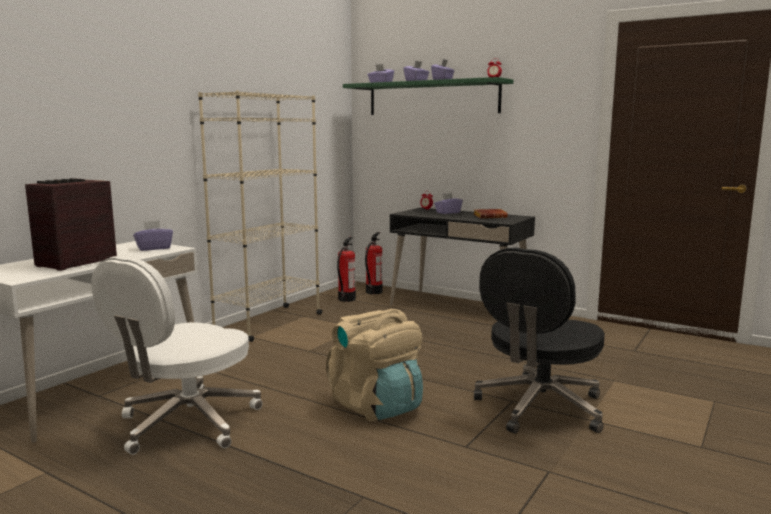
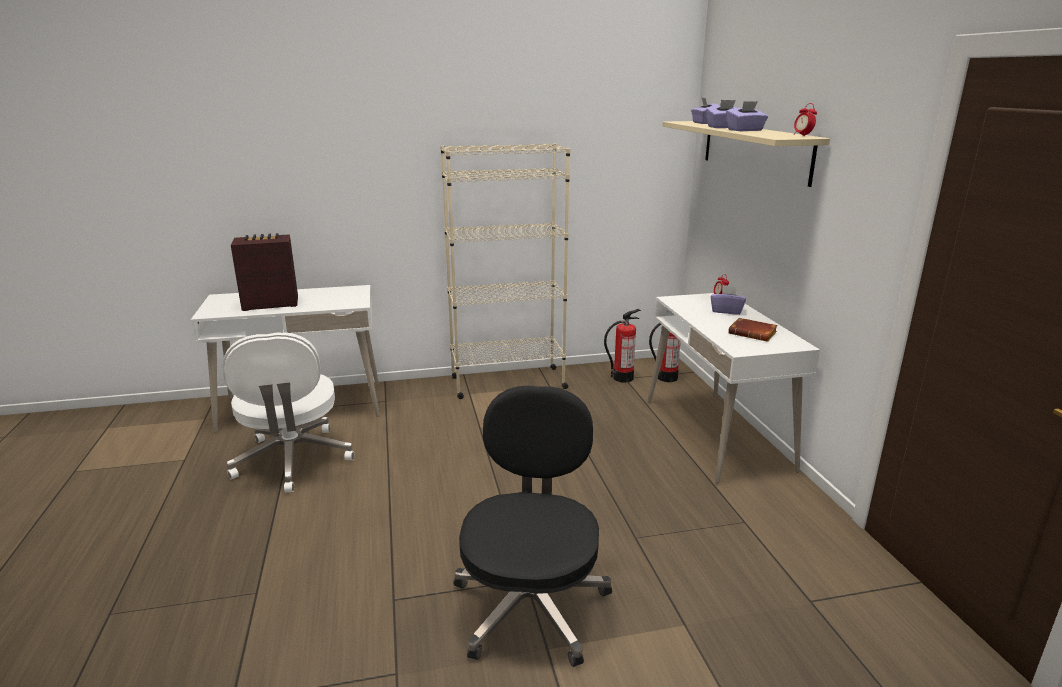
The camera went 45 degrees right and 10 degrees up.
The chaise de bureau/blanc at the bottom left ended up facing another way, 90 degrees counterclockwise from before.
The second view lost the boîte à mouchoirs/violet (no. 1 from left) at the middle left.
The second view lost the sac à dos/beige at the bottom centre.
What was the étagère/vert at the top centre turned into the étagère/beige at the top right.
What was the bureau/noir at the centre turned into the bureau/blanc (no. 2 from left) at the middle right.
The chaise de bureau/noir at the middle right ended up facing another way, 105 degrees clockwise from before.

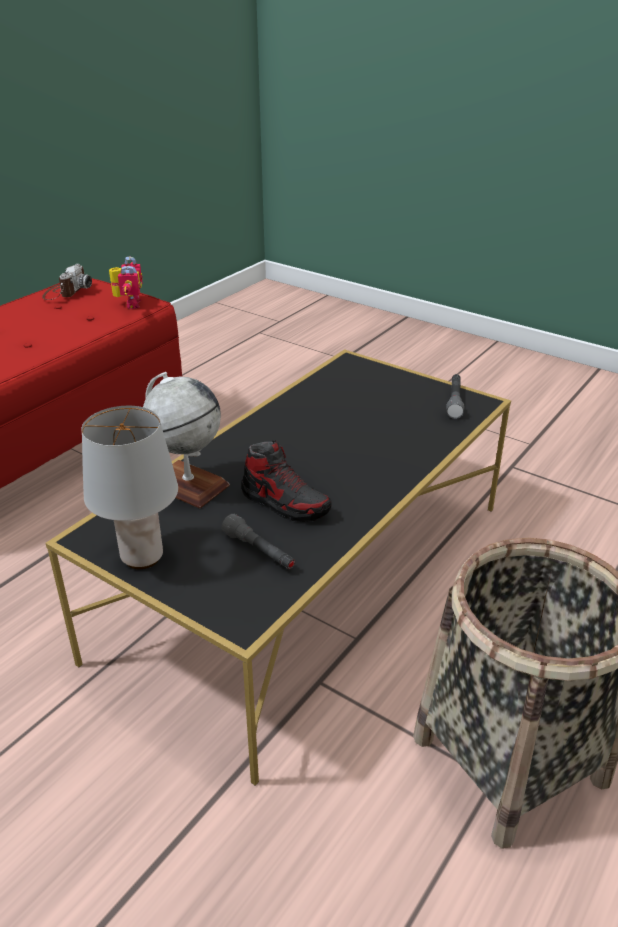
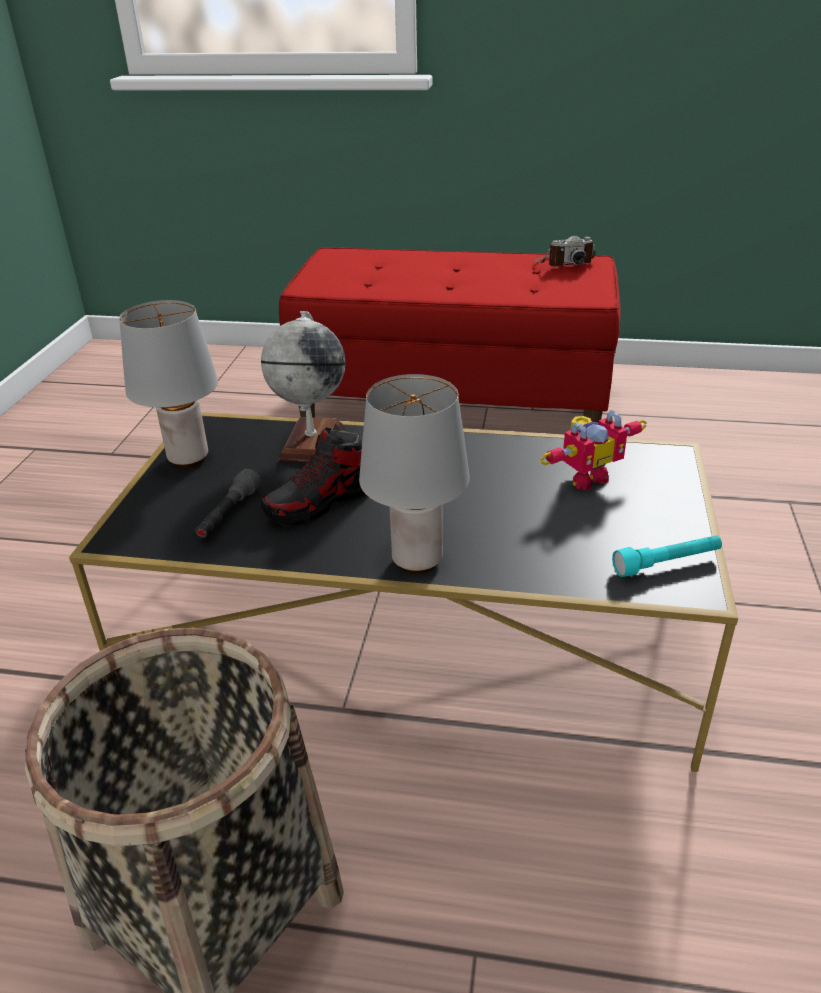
The camera went 65 degrees right and 0 degrees up.
The robot jouet ended up elsewhere, having gone from the top left to the middle right.
The chaussure at the centre ended up facing another way, 45 degrees clockwise from before.
What was the lampe de poche/gris (no. 2 from left) at the middle right turned into the lampe de poche/turquoise at the middle right.
The second view gained the lampe de table/gris (no. 2 from left) at the centre.

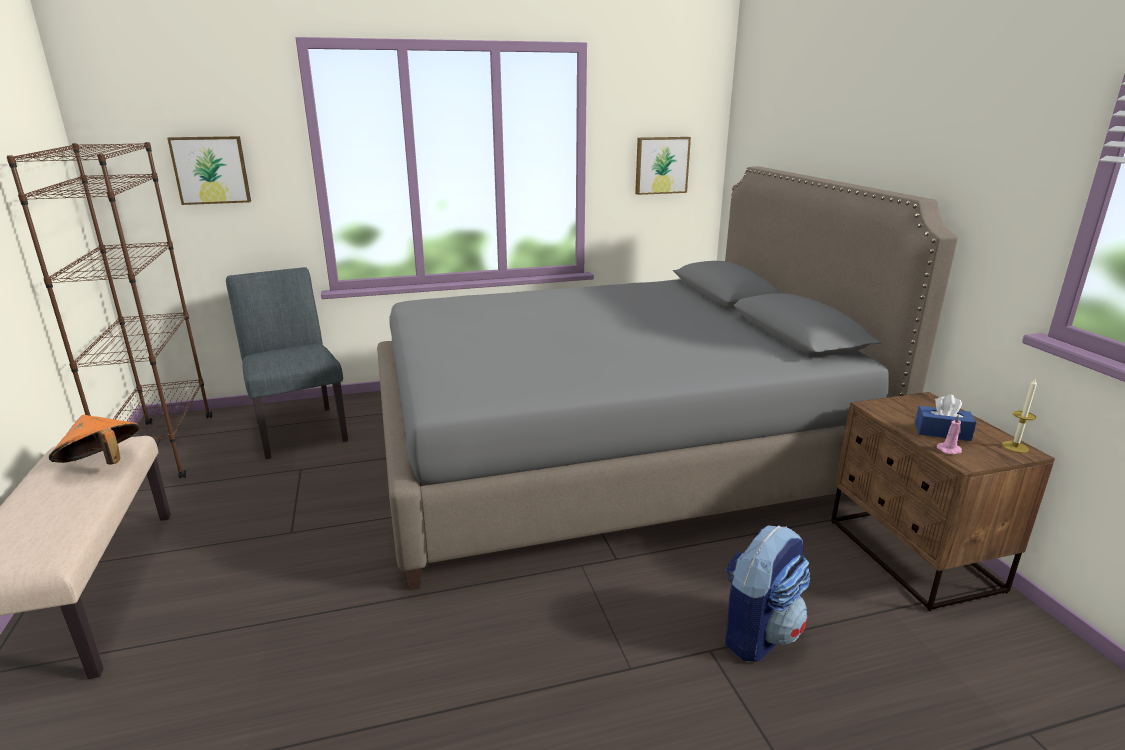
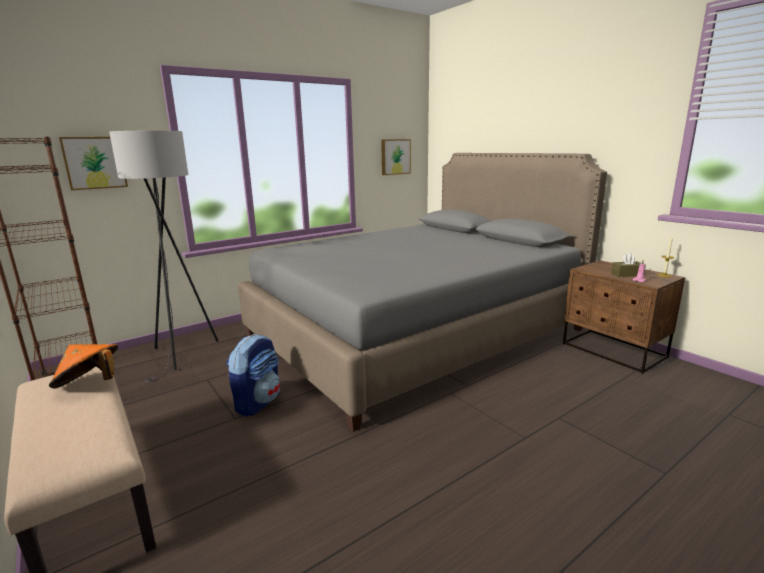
The camera went 20 degrees left and 5 degrees down.
Where the chaise/gris stood at the middle left, the lampadaire/gris came to stand at the middle left.
The sac à dos ended up elsewhere, having gone from the bottom right to the middle left.
What was the boîte à mouchoirs/bleu at the middle right turned into the boîte à mouchoirs/marron at the middle right.

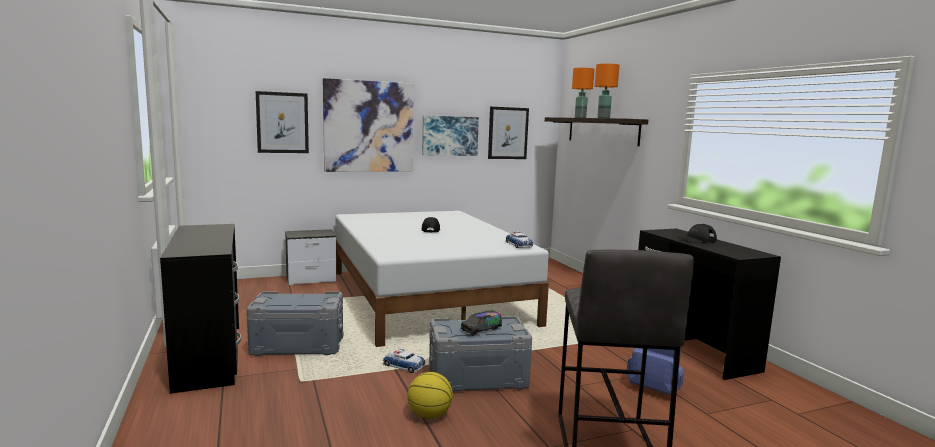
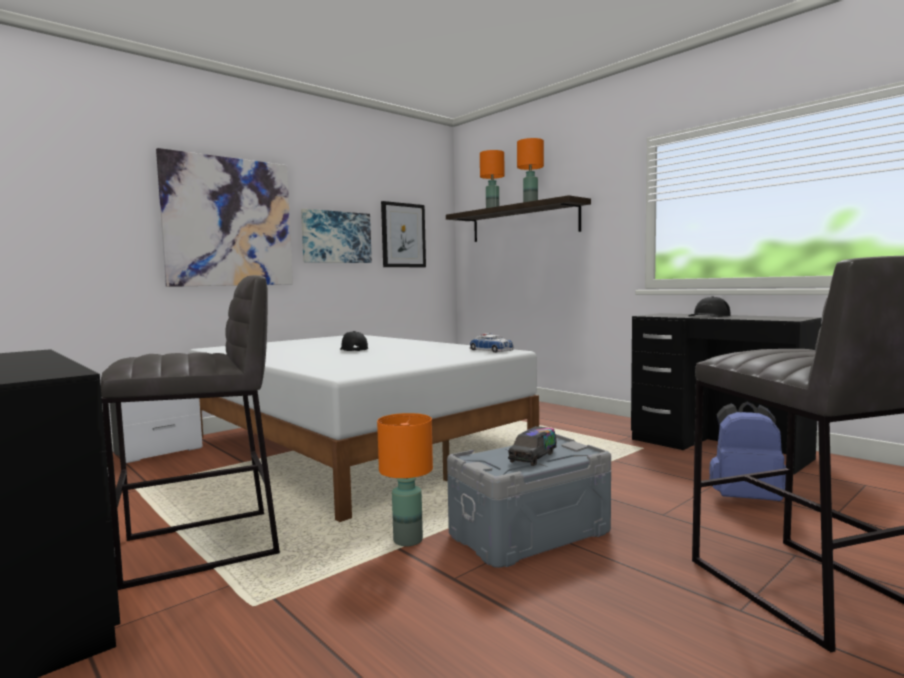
The camera went 20 degrees left and 5 degrees down.
Where the boîte de rangement/gris (no. 1 from left) stood at the bottom left, the tabouret/gris (no. 1 from left) came to stand at the middle left.
The second view lost the tableau (no. 1 from left) at the top left.
Where the petite voiture (no. 1 from left) stood at the bottom centre, the lampe de table/orange (no. 1 from left) came to stand at the bottom centre.
The second view lost the ballon de basket at the bottom centre.

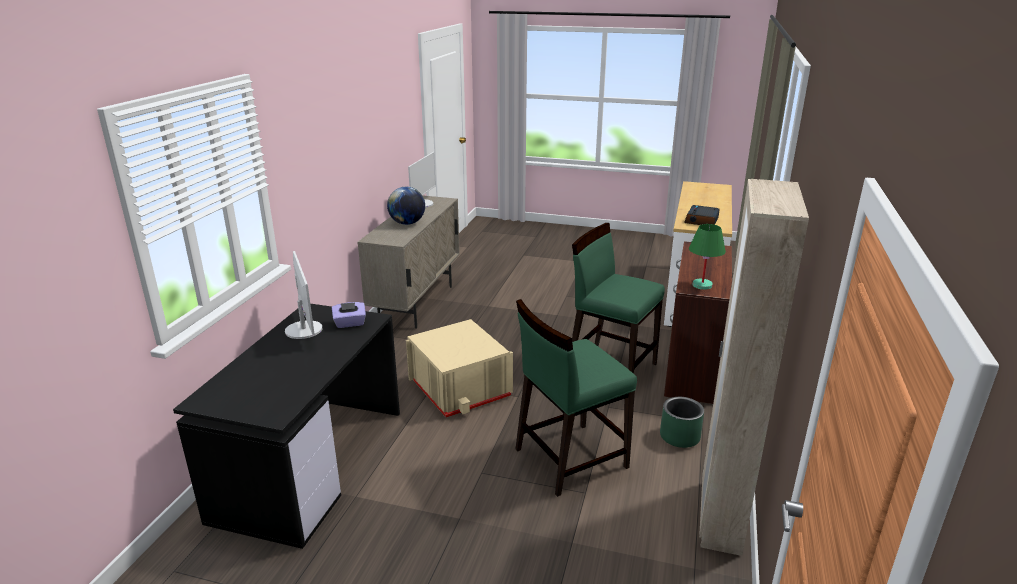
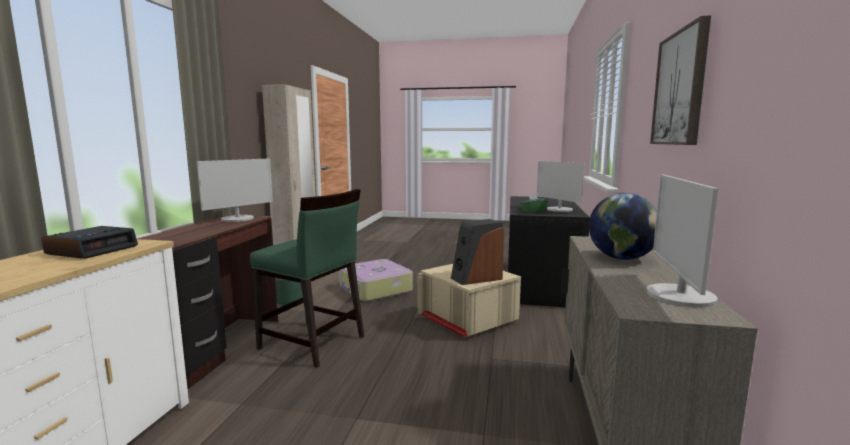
The camera went 175 degrees right and 15 degrees down.
What was the boîte à mouchoirs/violet at the centre turned into the boîte à mouchoirs/vert at the centre.
Where the chaise/vert (no. 1 from left) stood at the bottom centre, the valise came to stand at the centre.
Where the lampe de table/vert stood at the middle right, the écran d'ordinateur (no. 1 from left) came to stand at the middle left.
The second view gained the enceinte at the centre.
The second view gained the tableau at the top right.

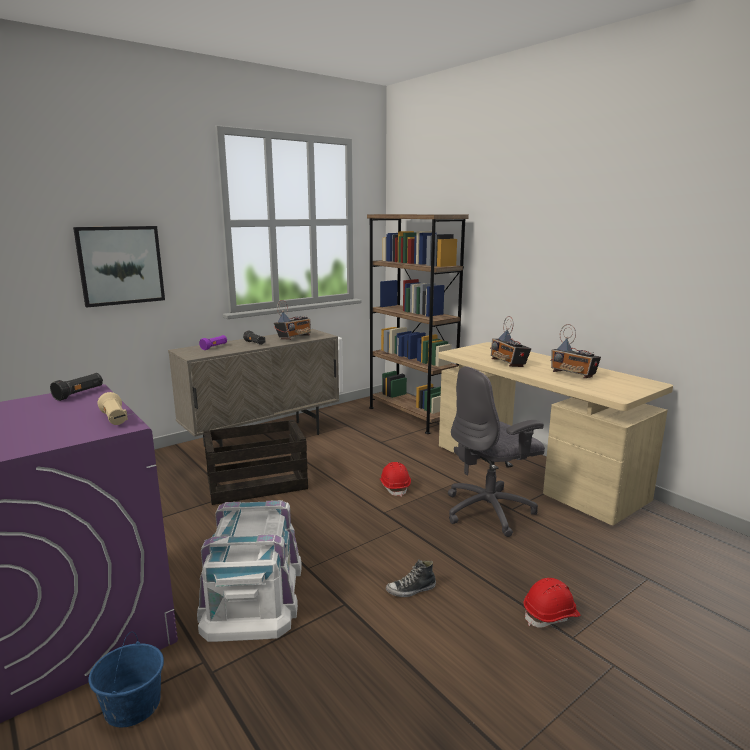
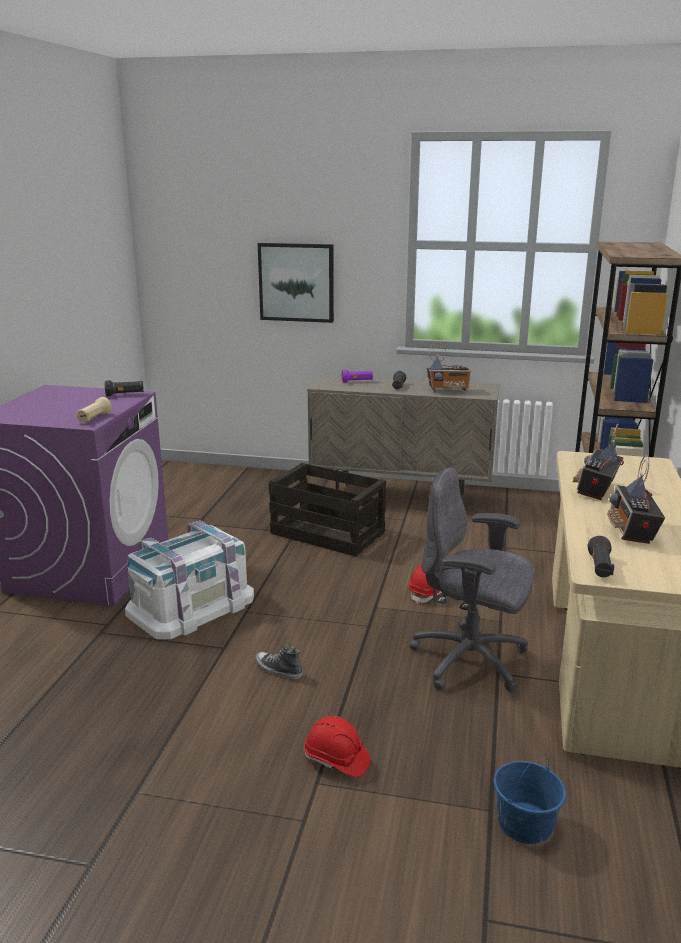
The camera went 50 degrees right and 5 degrees up.
The seau/bleu ended up elsewhere, having gone from the bottom left to the bottom right.
The second view gained the lampe de poche/noir (no. 3 from left) at the middle right.

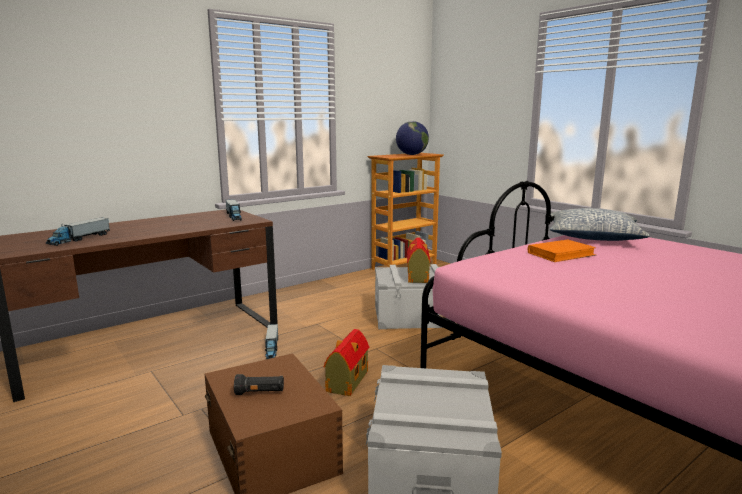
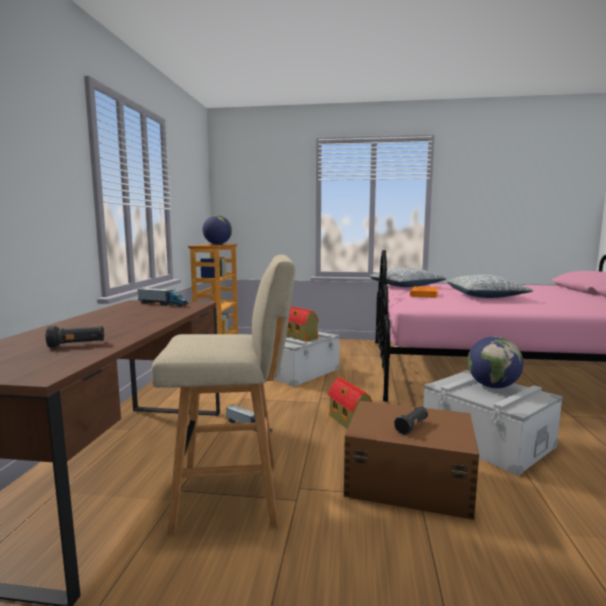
The camera went 45 degrees left and 5 degrees down.
Where the camion jouet (no. 1 from left) stood at the middle left, the lampe de poche/noir (no. 1 from left) came to stand at the middle left.
The second view gained the tabouret/beige at the centre.
The second view gained the coussin (no. 2 from left) at the middle right.
The second view gained the globe (no. 2 from left) at the middle right.

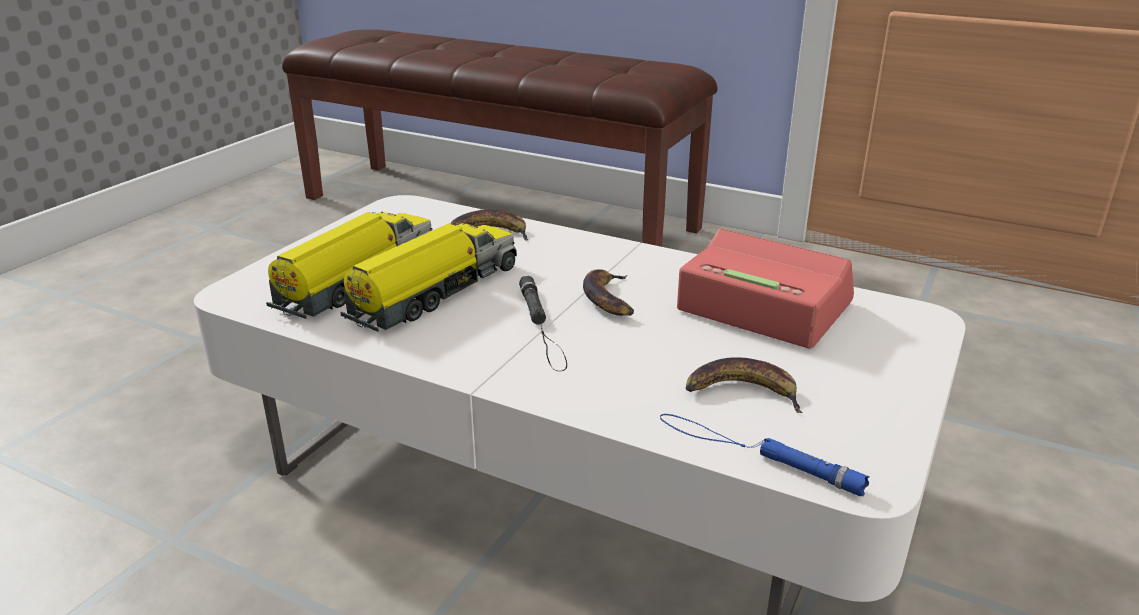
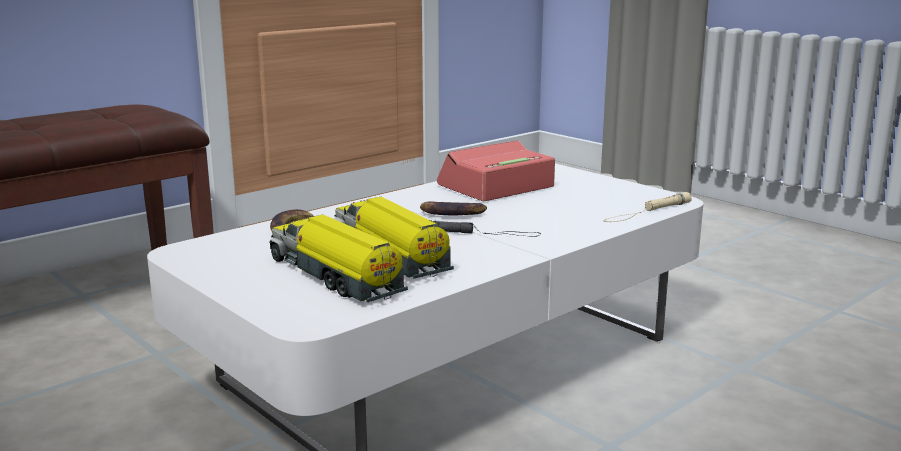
The camera went 70 degrees left and 10 degrees down.
What was the lampe de poche/bleu at the bottom right turned into the lampe de poche/beige at the middle right.
The second view lost the banane (no. 3 from left) at the centre.

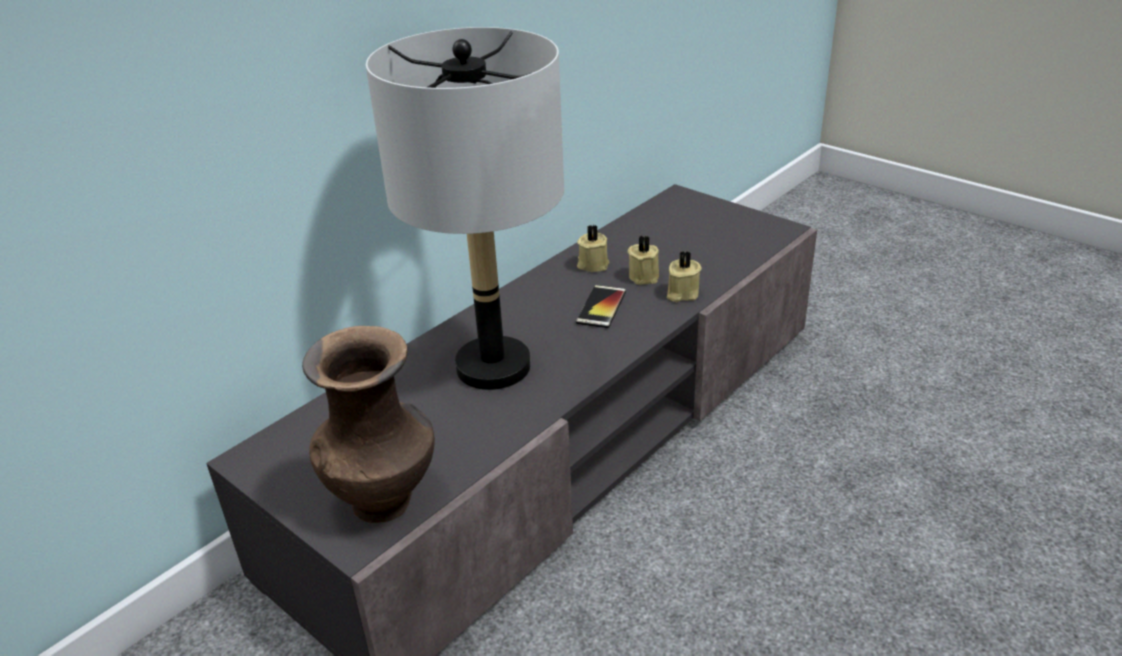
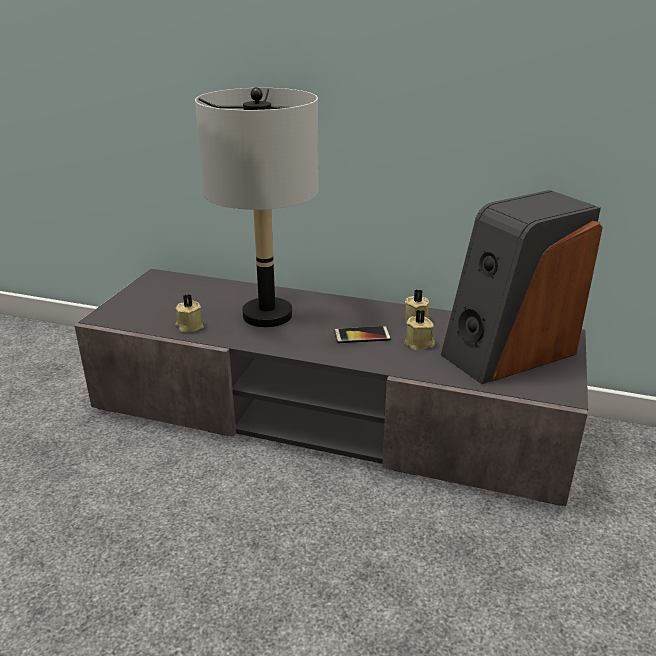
The camera went 65 degrees right and 5 degrees down.
The second view lost the vase/marron at the middle left.
The bougie/beige (no. 3 from left in the first image) ended up elsewhere, having gone from the centre to the middle left.
The second view gained the enceinte at the middle right.

